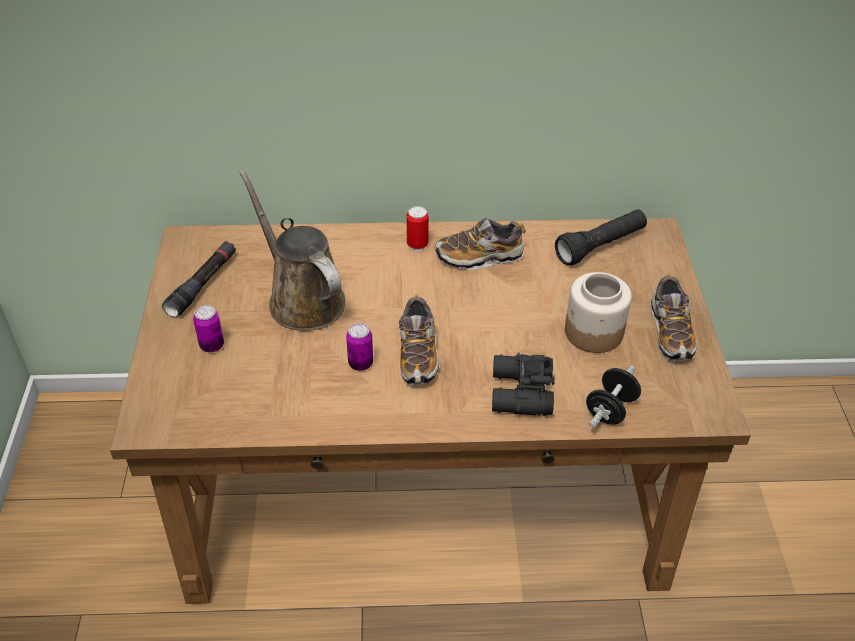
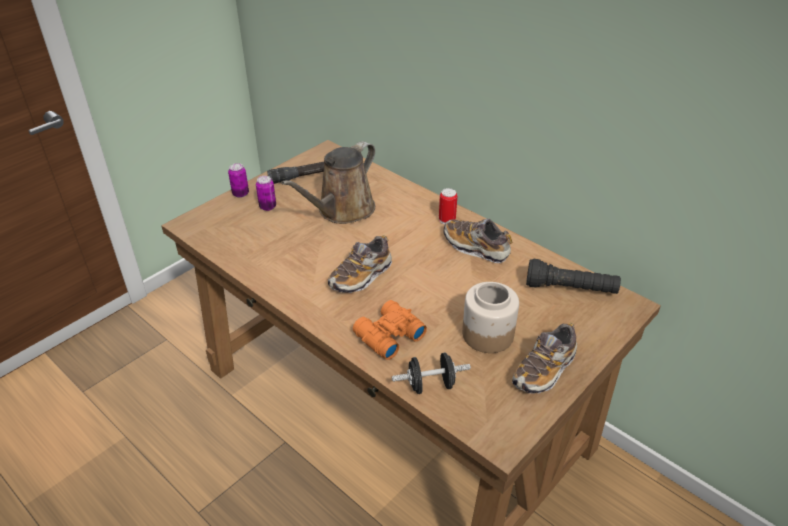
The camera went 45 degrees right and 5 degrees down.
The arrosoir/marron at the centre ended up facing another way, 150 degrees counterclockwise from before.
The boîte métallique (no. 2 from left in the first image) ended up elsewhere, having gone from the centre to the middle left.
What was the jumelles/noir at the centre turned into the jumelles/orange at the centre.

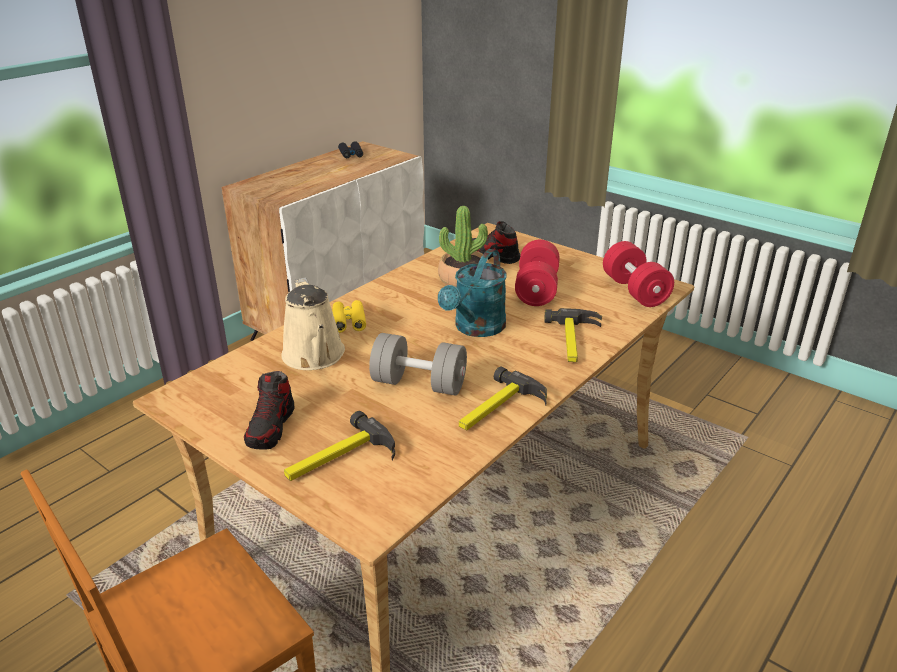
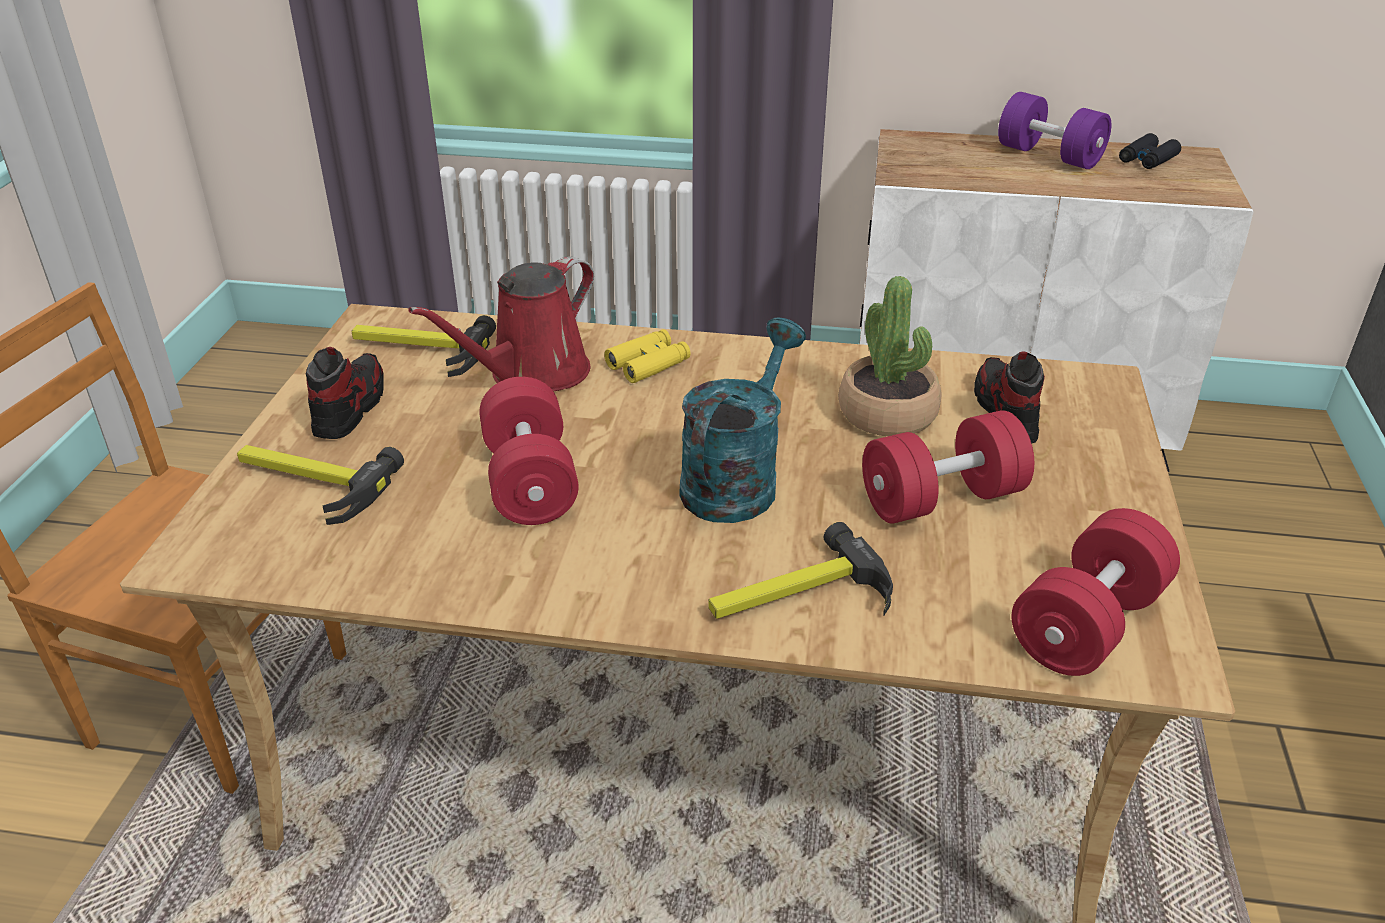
The camera went 60 degrees right and 5 degrees up.
The chaussure (no. 1 from left) at the middle left ended up facing another way, 120 degrees clockwise from before.
What was the arrosoir/beige at the centre turned into the arrosoir/rouge at the centre.
What was the haltère/gris at the centre turned into the haltère/rouge (no. 1 from left) at the centre.
The arrosoir/turquoise at the centre ended up facing another way, 120 degrees clockwise from before.
The marteau (no. 2 from left) ended up elsewhere, having gone from the centre to the middle left.
The second view gained the haltère/violet at the top right.

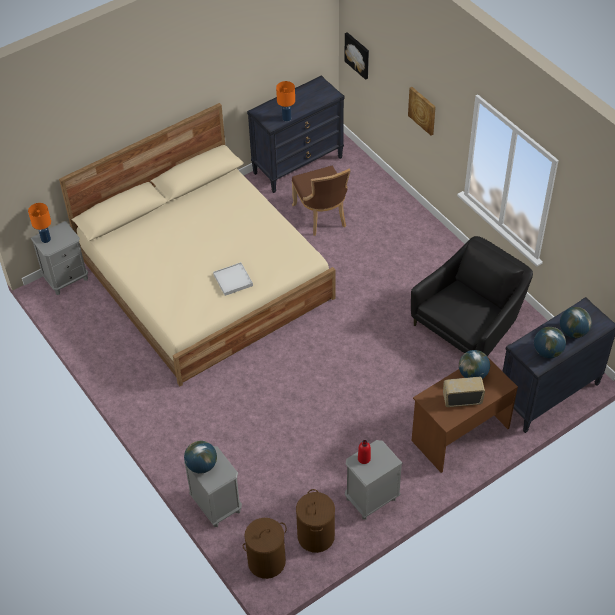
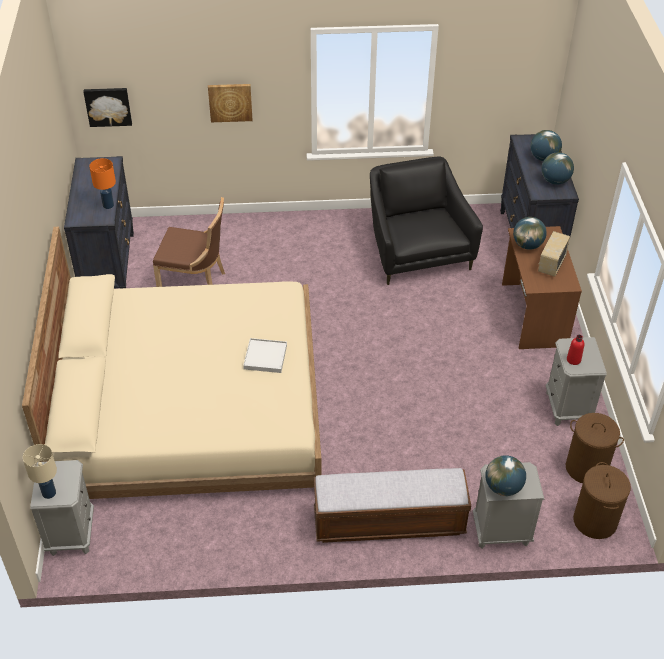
The camera went 60 degrees left and 5 degrees down.
What was the lampe de table/orange (no. 1 from left) at the middle left turned into the lampe de table/beige at the bottom left.
The second view gained the banc at the bottom centre.

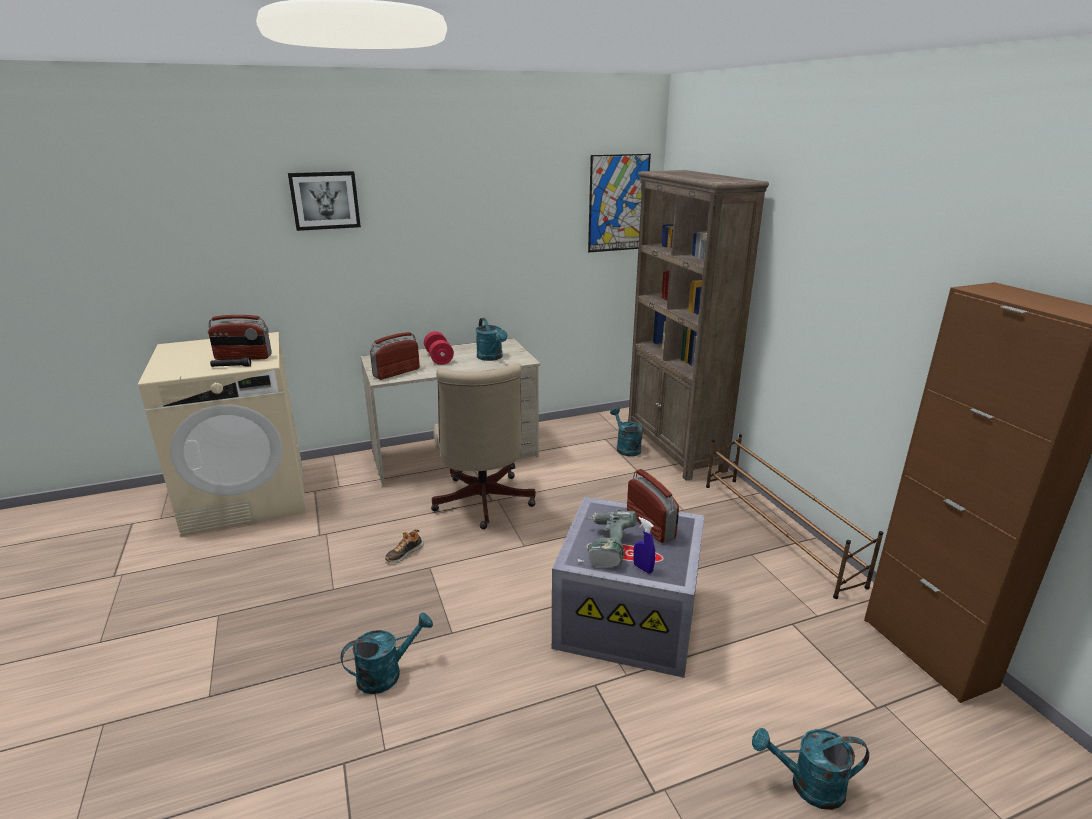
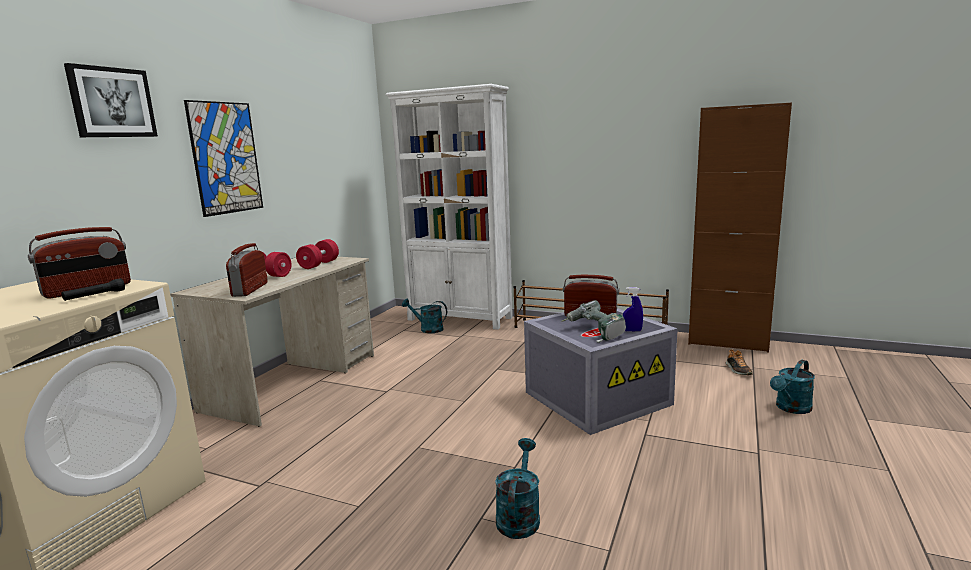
The camera went 45 degrees left and 10 degrees down.
The chaussure ended up elsewhere, having gone from the bottom centre to the middle right.
The second view lost the chaise de bureau/beige at the centre.
Where the arrosoir/turquoise (no. 2 from left) stood at the centre, the haltère/rouge (no. 2 from left) came to stand at the middle left.
The tableau (no. 2 from left) ended up elsewhere, having gone from the top centre to the top left.
What was the bibliothèque/marron at the centre turned into the bibliothèque/blanc at the centre.

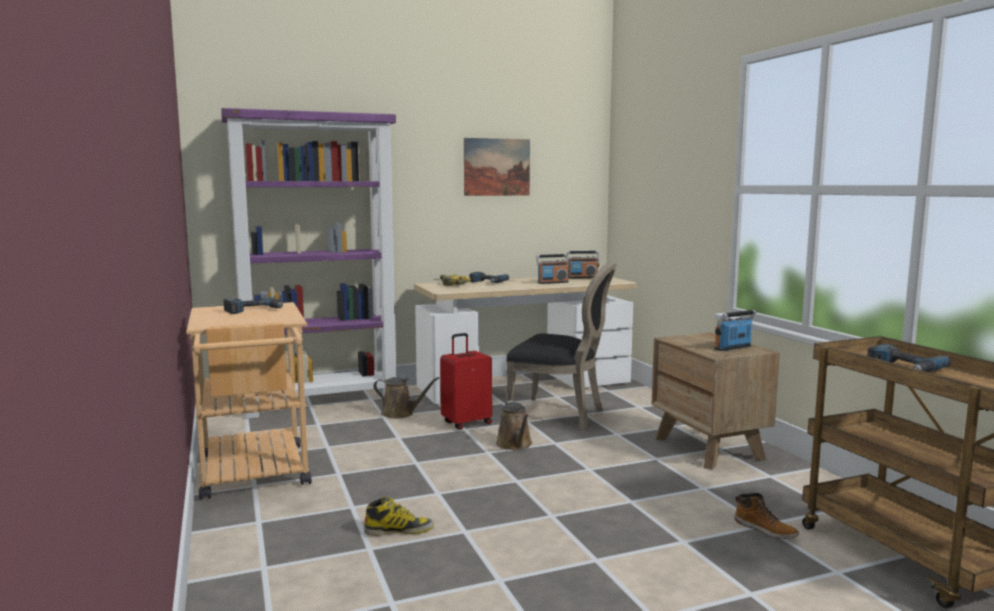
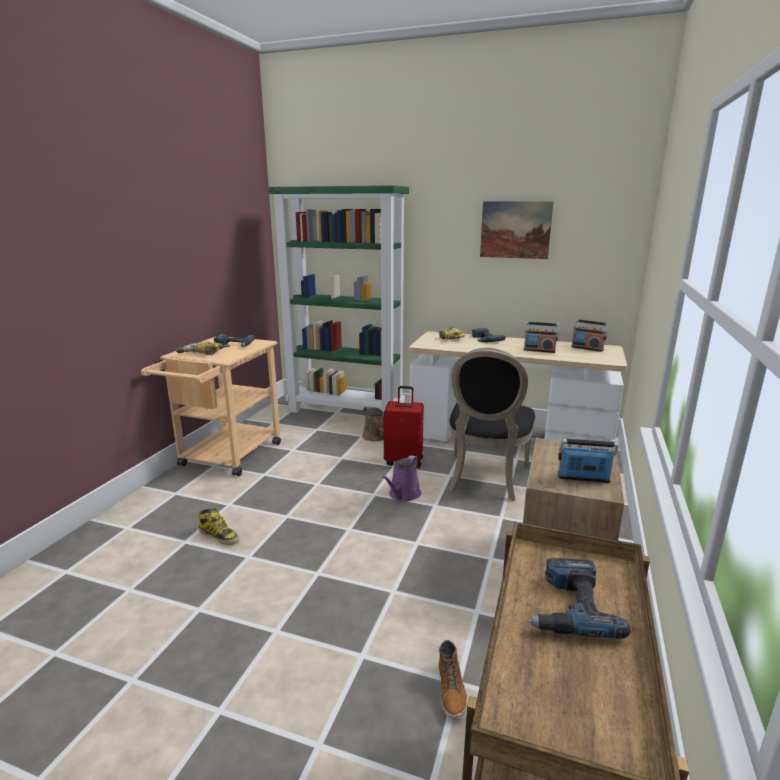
The camera went 40 degrees right and 10 degrees up.
What was the bibliothèque/violet at the middle left turned into the bibliothèque/vert at the centre.
What was the arrosoir/marron (no. 2 from left) at the bottom centre turned into the arrosoir/violet at the centre.
The chaise/noir at the centre ended up facing another way, 45 degrees clockwise from before.
The second view gained the perceuse (no. 1 from left) at the middle left.

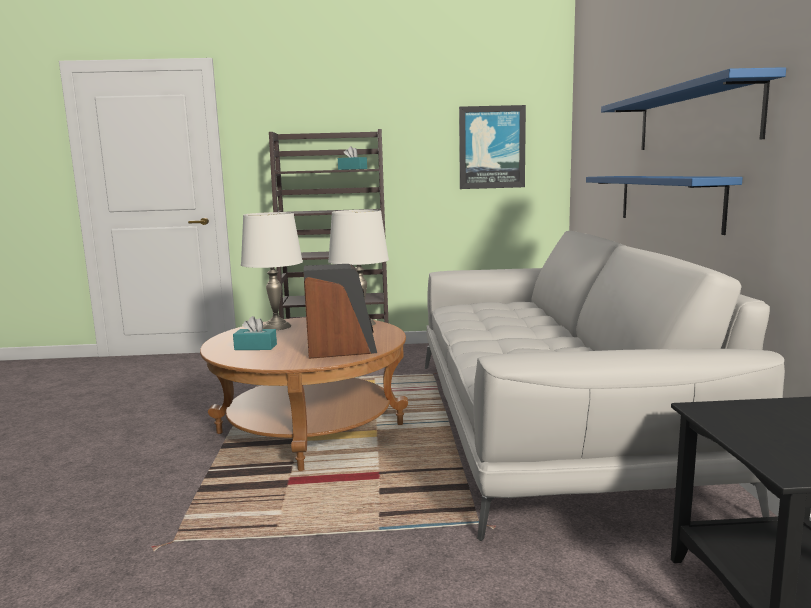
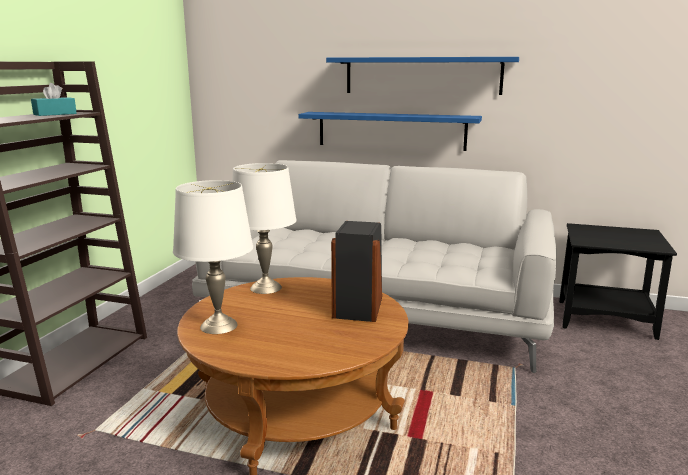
The camera went 70 degrees left and 5 degrees up.
The second view lost the boîte à mouchoirs/turquoise (no. 1 from left) at the middle left.
The second view lost the tableau at the top centre.

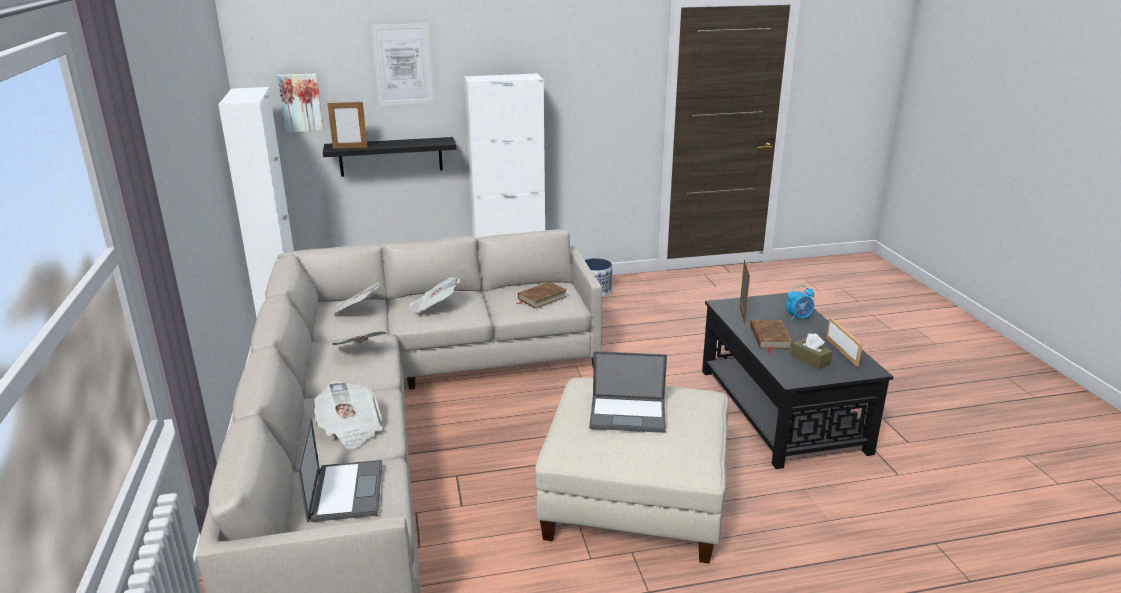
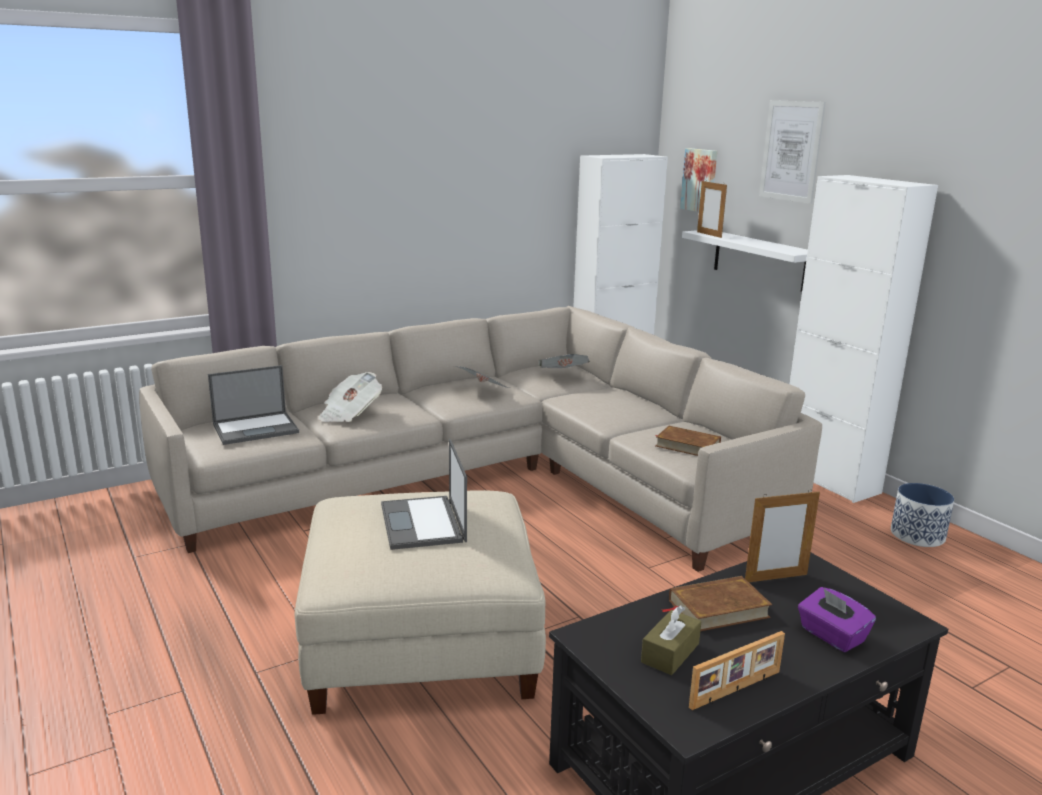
The camera went 70 degrees right and 5 degrees down.
What was the étagère/noir at the top centre turned into the étagère/blanc at the top right.
The second view lost the journal (no. 4 from left) at the centre.
Where the réveil stood at the middle right, the boîte à mouchoirs/violet came to stand at the bottom right.

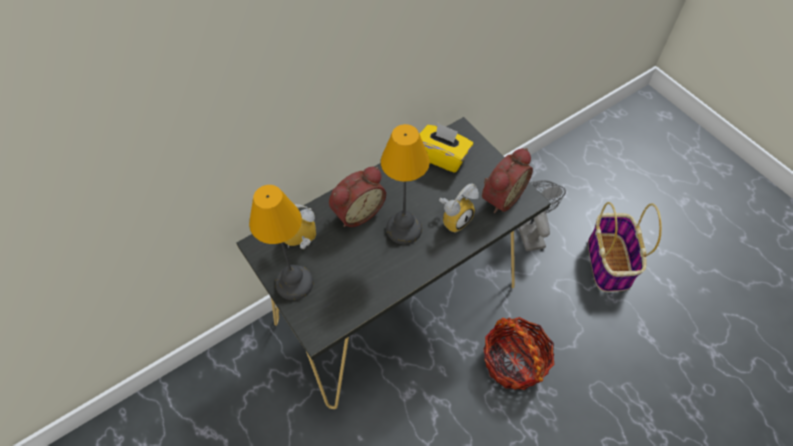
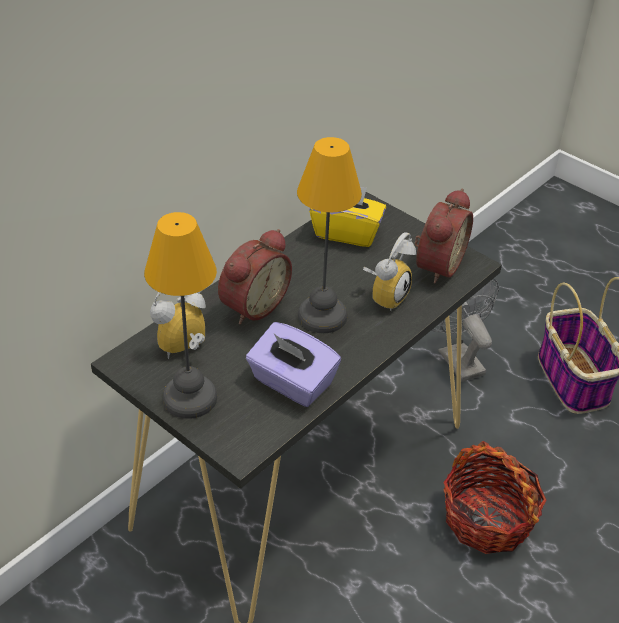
The camera went 15 degrees left and 15 degrees down.
The second view gained the boîte à mouchoirs/violet at the centre.

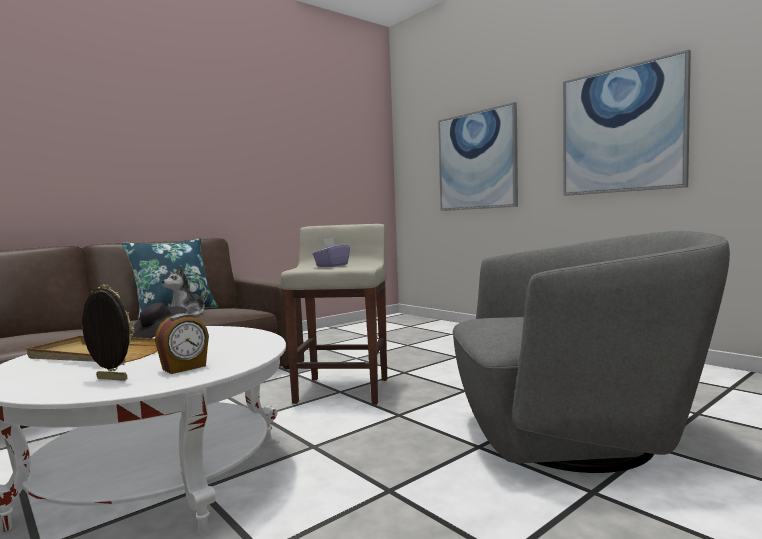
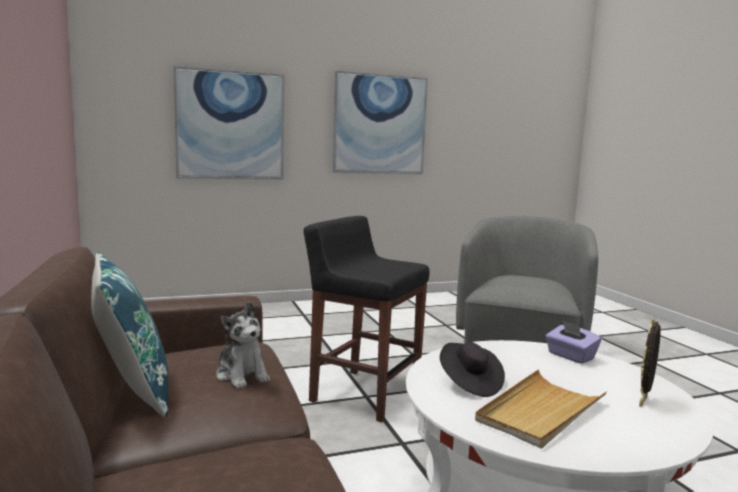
The camera went 70 degrees left and 5 degrees up.
The second view lost the réveil at the middle left.
What was the tabouret/beige at the centre turned into the tabouret/noir at the centre.
The boîte à mouchoirs/violet ended up elsewhere, having gone from the centre to the bottom right.

